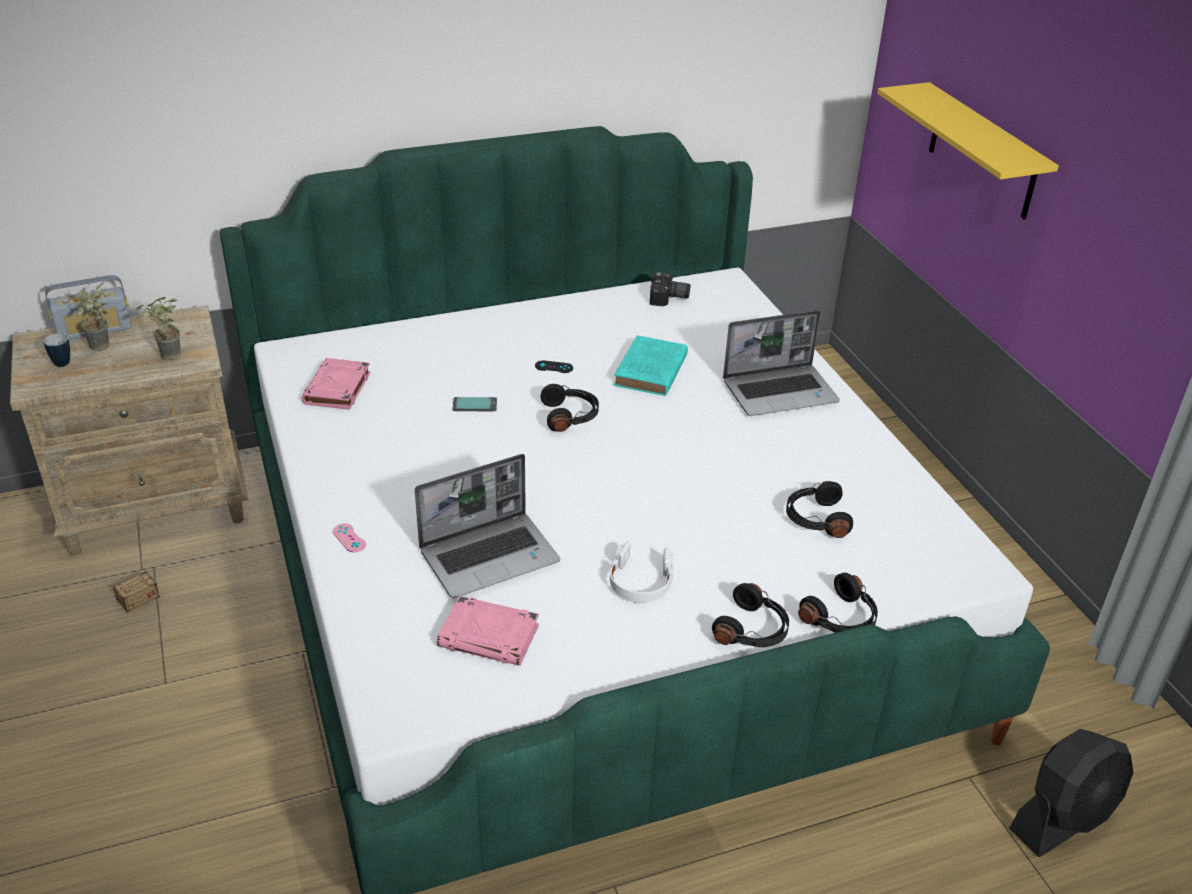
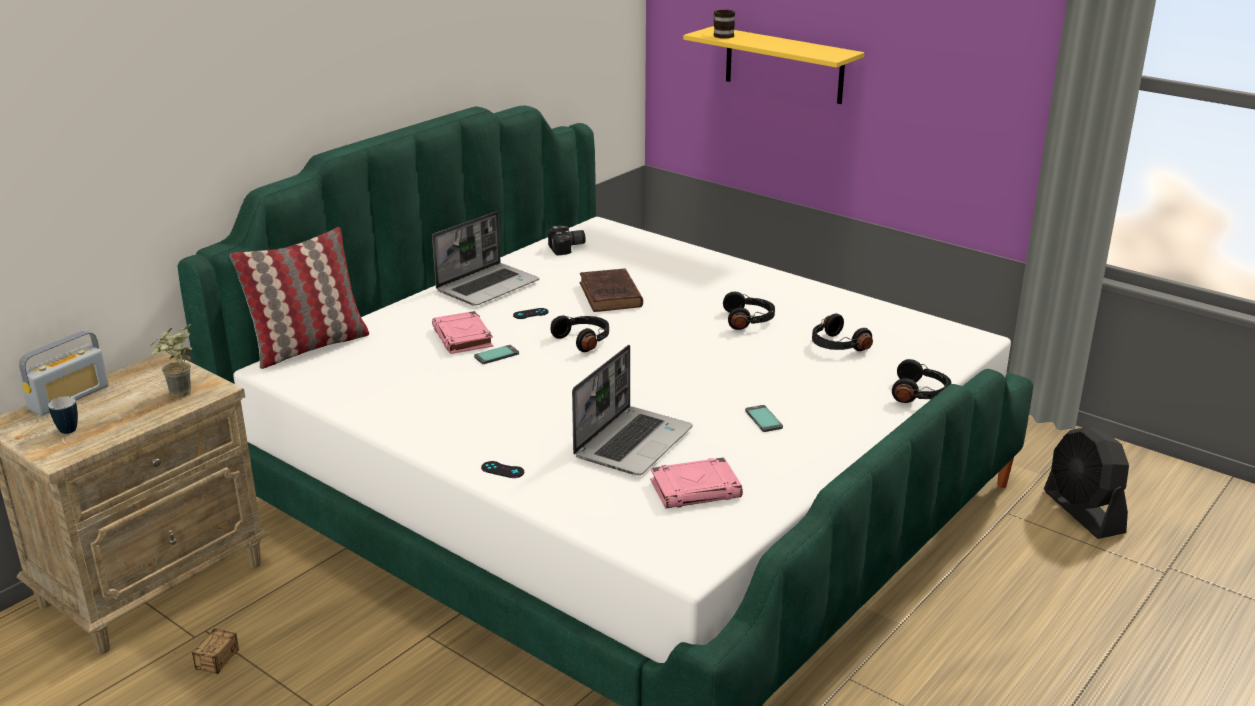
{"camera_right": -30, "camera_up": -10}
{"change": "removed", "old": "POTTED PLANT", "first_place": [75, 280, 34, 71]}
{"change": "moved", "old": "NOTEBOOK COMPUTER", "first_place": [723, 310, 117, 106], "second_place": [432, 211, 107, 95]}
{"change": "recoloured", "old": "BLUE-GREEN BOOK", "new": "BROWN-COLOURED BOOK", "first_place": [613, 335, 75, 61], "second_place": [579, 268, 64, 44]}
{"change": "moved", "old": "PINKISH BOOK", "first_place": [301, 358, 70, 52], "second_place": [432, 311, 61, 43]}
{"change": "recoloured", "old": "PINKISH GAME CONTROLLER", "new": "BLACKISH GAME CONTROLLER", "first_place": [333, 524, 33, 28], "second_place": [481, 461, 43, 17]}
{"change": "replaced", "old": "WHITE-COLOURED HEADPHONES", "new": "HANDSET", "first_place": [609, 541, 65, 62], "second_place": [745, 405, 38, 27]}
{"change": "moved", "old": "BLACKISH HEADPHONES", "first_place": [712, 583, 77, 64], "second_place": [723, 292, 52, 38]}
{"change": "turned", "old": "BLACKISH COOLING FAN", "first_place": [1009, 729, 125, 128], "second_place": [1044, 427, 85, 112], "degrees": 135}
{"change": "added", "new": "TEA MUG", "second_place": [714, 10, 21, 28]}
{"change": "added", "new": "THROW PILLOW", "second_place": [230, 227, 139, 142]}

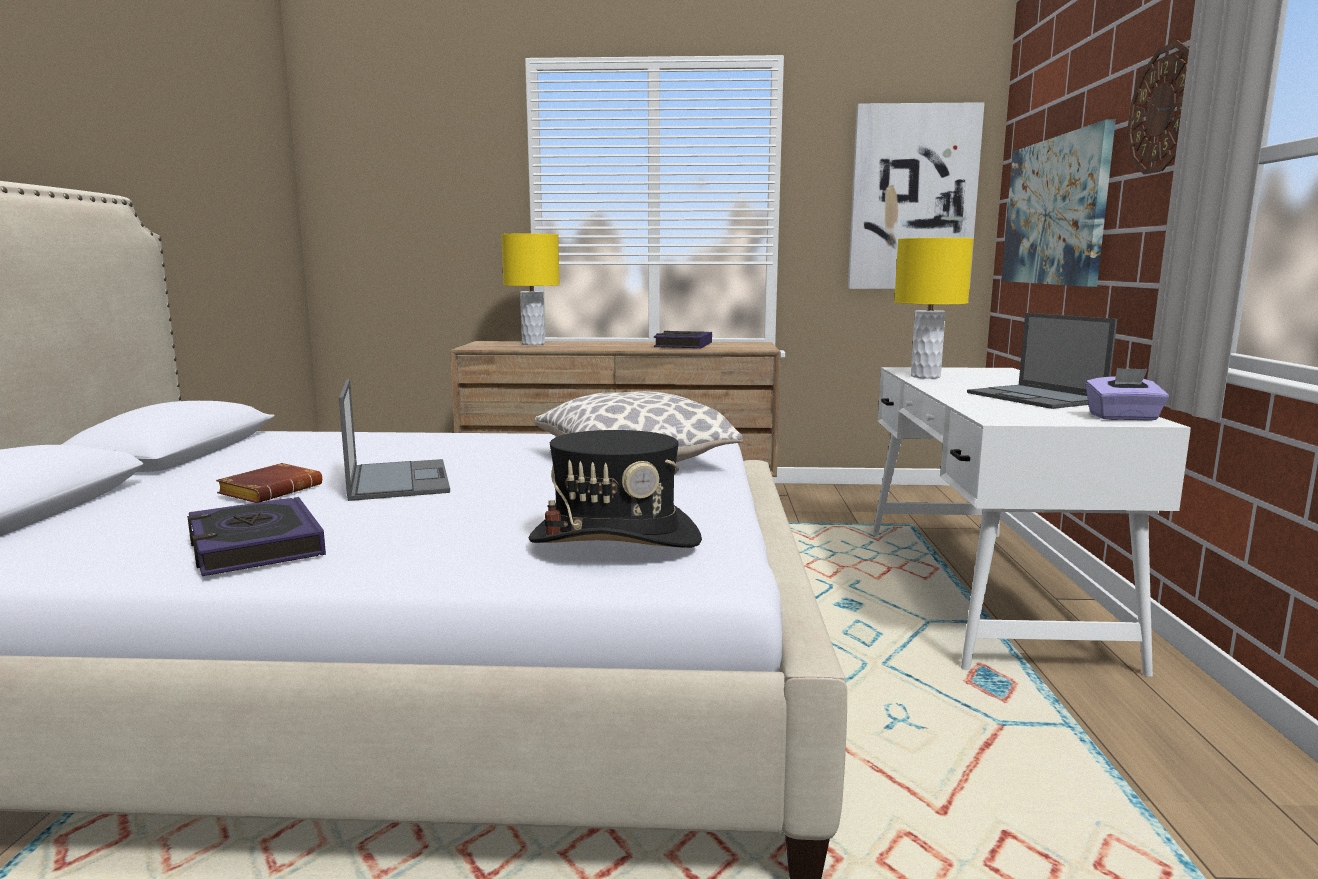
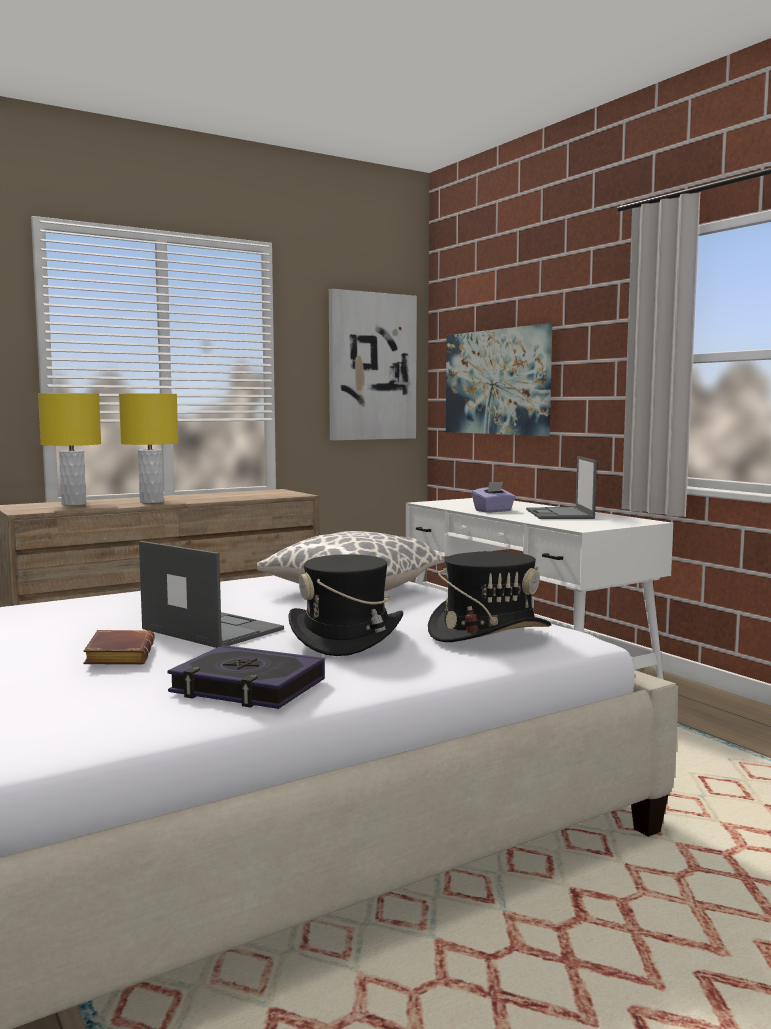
{"camera_right": -35, "camera_up": -5}
{"change": "removed", "old": "WALL CLOCK", "first_place": [1127, 41, 62, 133]}
{"change": "moved", "old": "YELLOWISH TABLETOP LAMP", "first_place": [894, 238, 79, 141], "second_place": [119, 393, 59, 110]}
{"change": "turned", "old": "NOTEBOOK COMPUTER", "first_place": [967, 313, 150, 96], "second_place": [526, 456, 71, 63], "degrees": 60}
{"change": "removed", "old": "BOOK", "first_place": [654, 331, 58, 17]}
{"change": "moved", "old": "PURPLE BOX OF TISSUES", "first_place": [1086, 368, 83, 53], "second_place": [472, 482, 43, 31]}
{"change": "added", "new": "BLACKISH HAT", "second_place": [288, 554, 115, 102]}

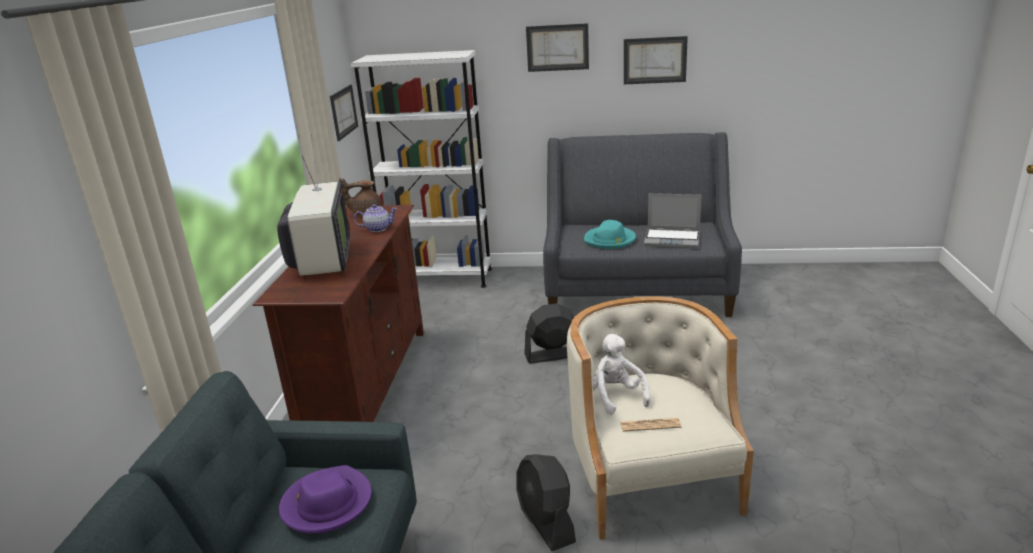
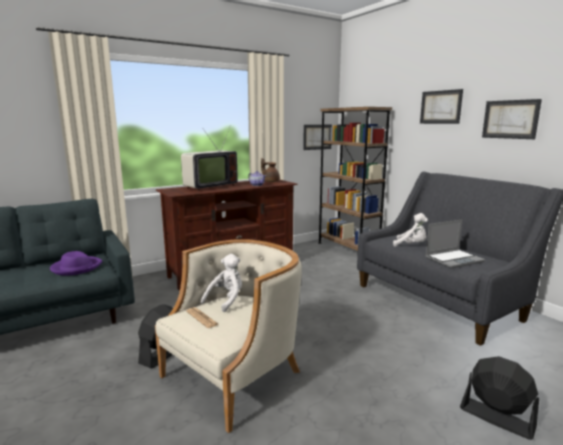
{"camera_right": 50, "camera_up": -10}
{"change": "recoloured", "old": "WHITE-COLOURED BOOKCASE", "new": "BROWN-COLOURED BOOKCASE", "first_place": [351, 50, 141, 238], "second_place": [318, 107, 74, 144]}
{"change": "turned", "old": "NOTEBOOK COMPUTER", "first_place": [644, 193, 58, 55], "second_place": [425, 220, 60, 49], "degrees": -90}
{"change": "replaced", "old": "BLUE-GREEN HAT", "new": "WHITE-COLOURED SOFT TOY", "first_place": [584, 220, 52, 29], "second_place": [393, 213, 35, 34]}
{"change": "moved", "old": "BLACKISH COOLING FAN", "first_place": [524, 303, 50, 61], "second_place": [460, 356, 79, 84]}

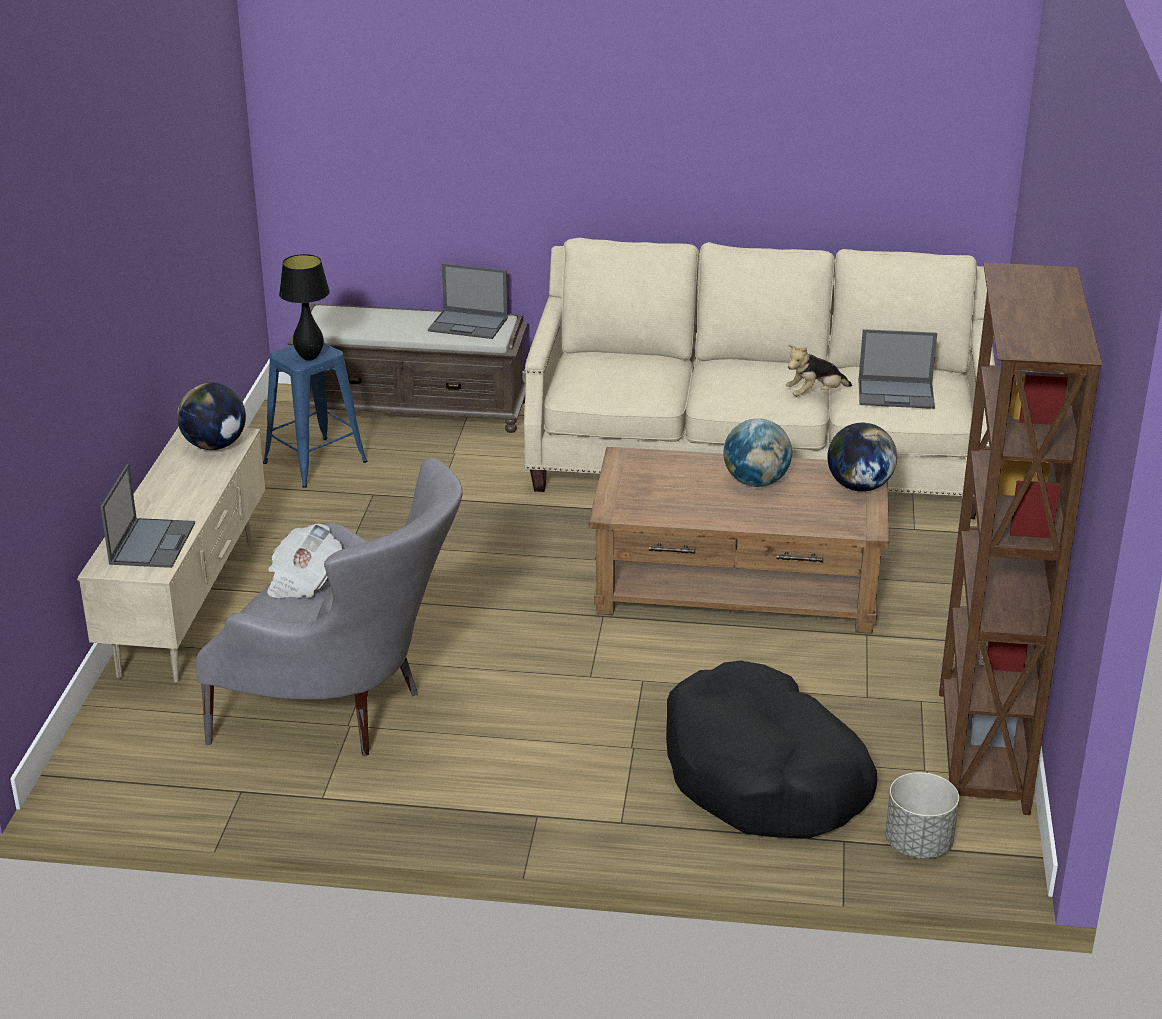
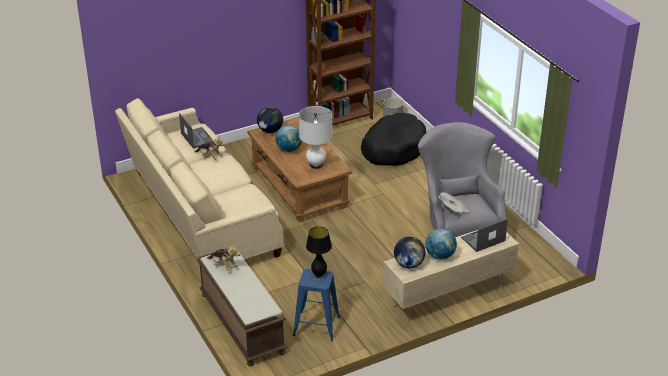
{"camera_right": -125, "camera_up": 5}
{"change": "replaced", "old": "NOTEBOOK COMPUTER", "new": "SOFT TOY", "first_place": [428, 263, 80, 76], "second_place": [207, 243, 33, 28]}
{"change": "added", "new": "WHITE-COLOURED TABLETOP LAMP", "second_place": [299, 106, 33, 63]}
{"change": "added", "new": "GLOBE", "second_place": [425, 229, 32, 31]}

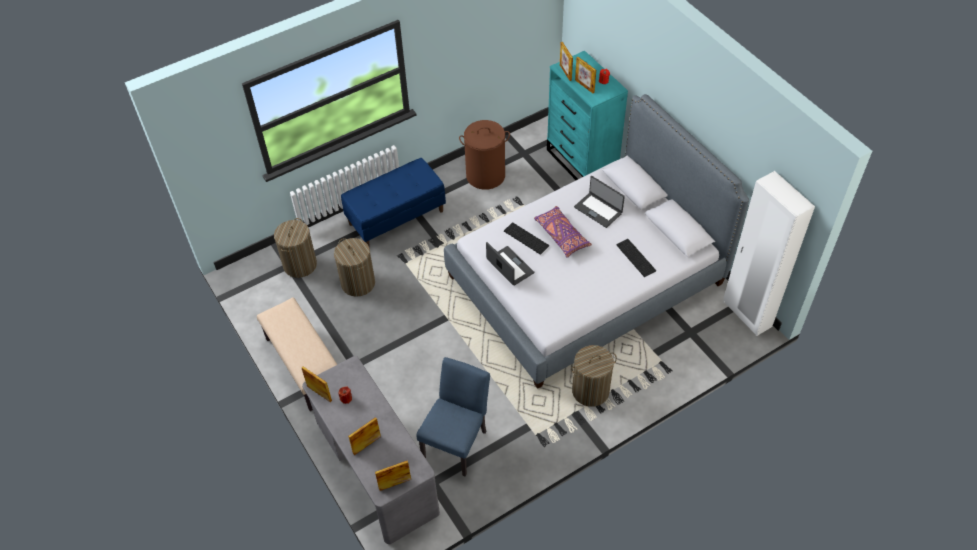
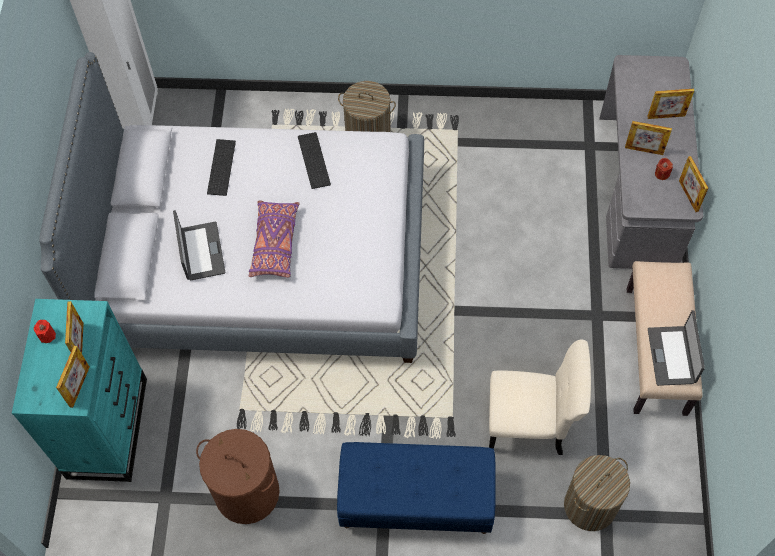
{"camera_right": -145, "camera_up": 10}
{"change": "moved", "old": "KEYBOARD", "first_place": [504, 222, 45, 33], "second_place": [298, 132, 33, 57]}
{"change": "replaced", "old": "LAUNDRY BASKET", "new": "BEIGE-COLOURED CHAIR", "first_place": [334, 238, 41, 59], "second_place": [489, 339, 102, 116]}
{"change": "moved", "old": "NOTEBOOK COMPUTER", "first_place": [486, 242, 48, 44], "second_place": [648, 310, 57, 76]}
{"change": "removed", "old": "BLUISH CHAIR", "first_place": [416, 357, 74, 120]}
{"change": "moved", "old": "PICTURE FRAME", "first_place": [375, 460, 36, 31], "second_place": [625, 121, 47, 34]}

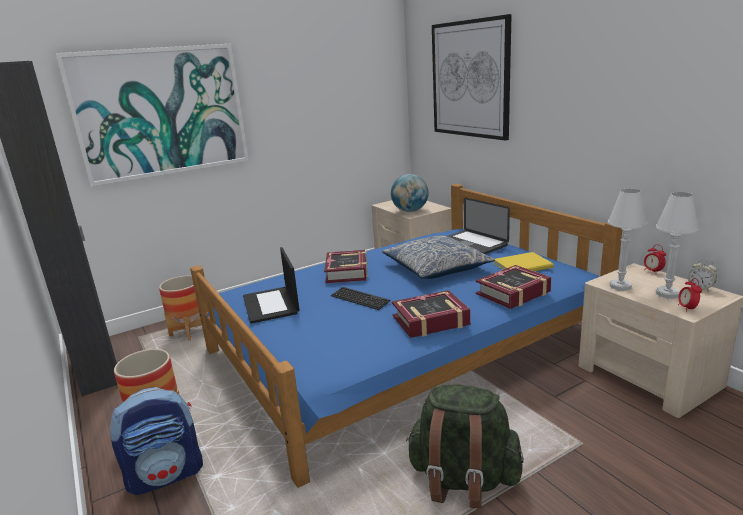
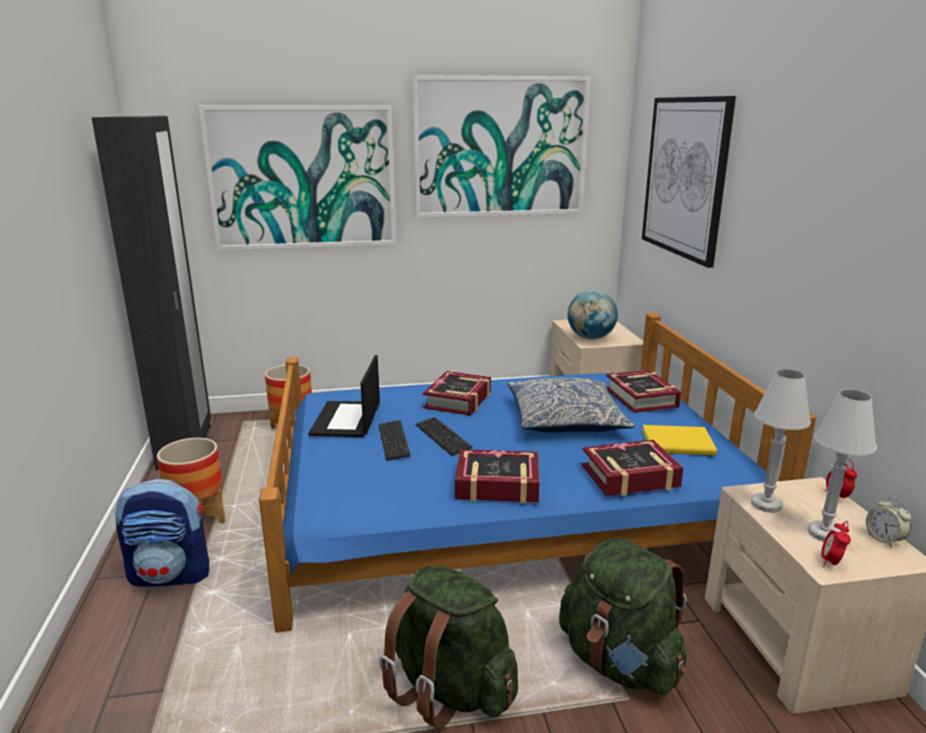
{"camera_right": 20, "camera_up": 0}
{"change": "replaced", "old": "NOTEBOOK COMPUTER", "new": "BOOK", "first_place": [448, 197, 62, 57], "second_place": [606, 370, 75, 43]}
{"change": "added", "new": "PICTURE", "second_place": [412, 75, 179, 143]}
{"change": "added", "new": "KEYBOARD", "second_place": [378, 420, 33, 41]}
{"change": "added", "new": "GREEN-COLOURED BACKPACK", "second_place": [559, 538, 128, 157]}

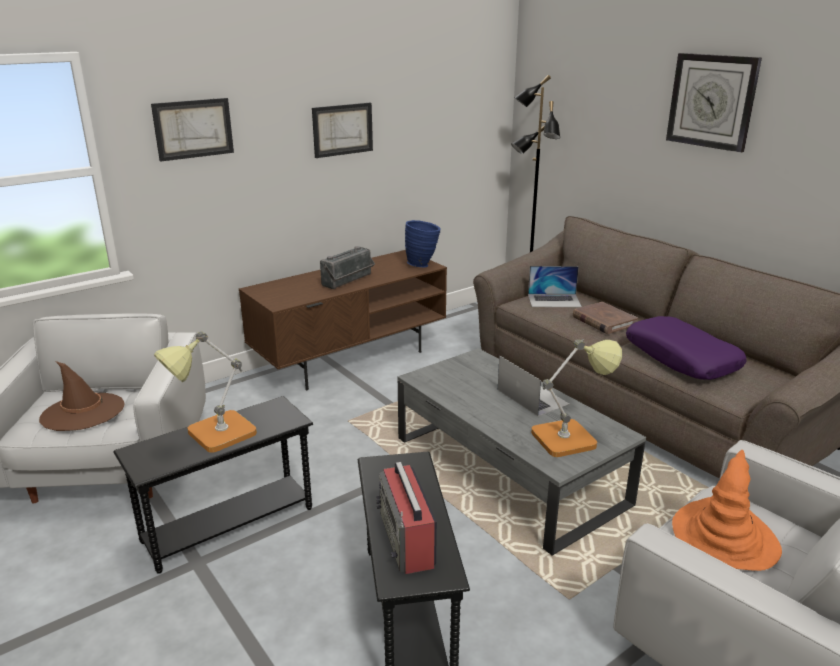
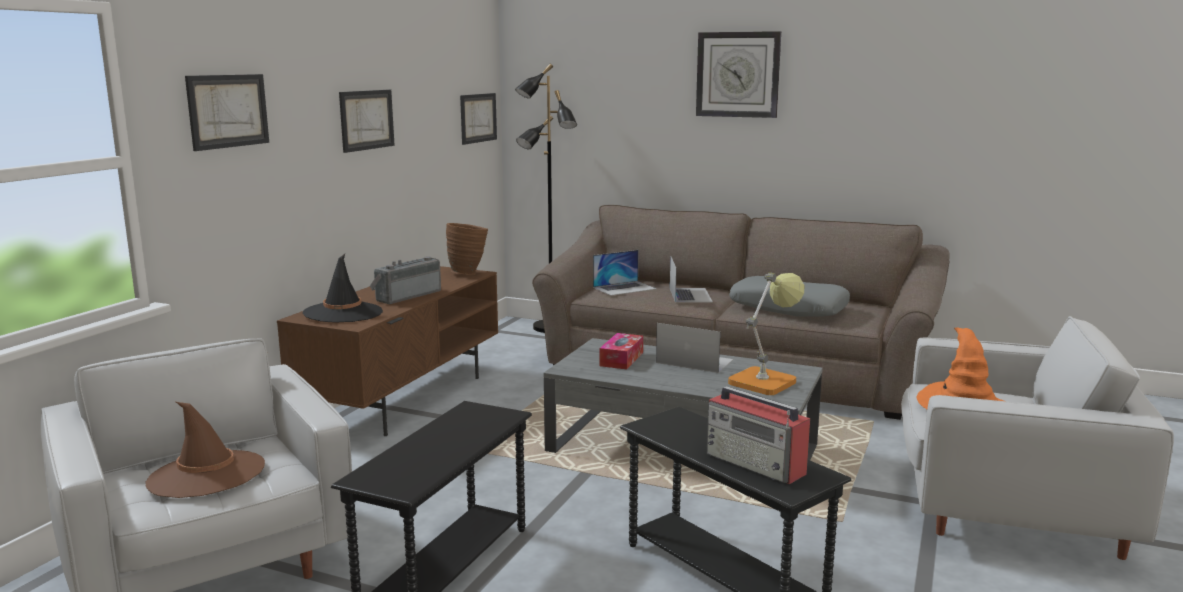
{"camera_right": -30, "camera_up": -10}
{"change": "recoloured", "old": "BLUISH FLOWER VASE", "new": "BROWN-COLOURED FLOWER VASE", "first_place": [405, 220, 36, 48], "second_place": [446, 223, 42, 52]}
{"change": "turned", "old": "RADIO", "first_place": [320, 246, 55, 43], "second_place": [370, 256, 71, 48], "degrees": -150}
{"change": "replaced", "old": "BROWN-COLOURED BOOK", "new": "NOTEBOOK COMPUTER", "first_place": [573, 302, 65, 32], "second_place": [670, 256, 43, 47]}
{"change": "recoloured", "old": "PURPLE THROW PILLOW", "new": "GREY THROW PILLOW", "first_place": [626, 316, 121, 64], "second_place": [729, 276, 121, 41]}
{"change": "removed", "old": "TABLETOP LAMP", "first_place": [154, 331, 103, 121]}
{"change": "added", "new": "PICTURE", "second_place": [460, 93, 37, 52]}
{"change": "added", "new": "BLACKISH HAT", "second_place": [303, 254, 80, 69]}
{"change": "added", "new": "BOX OF TISSUES", "second_place": [599, 333, 44, 36]}

